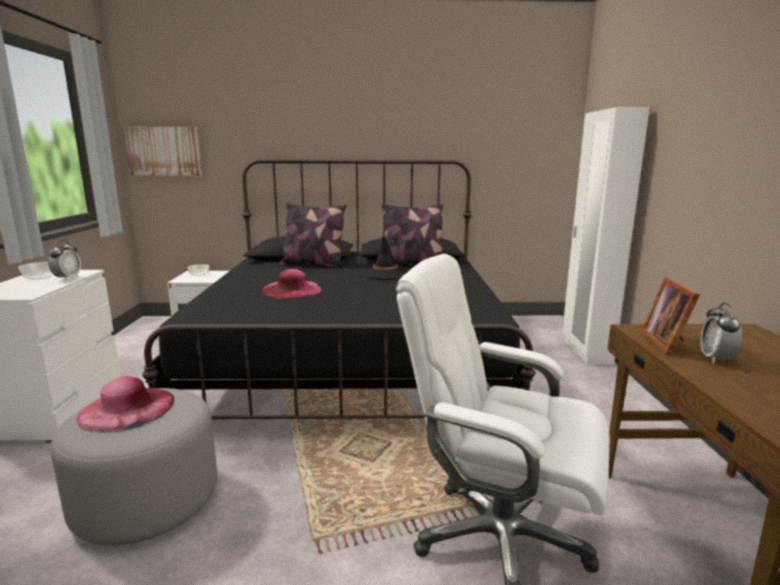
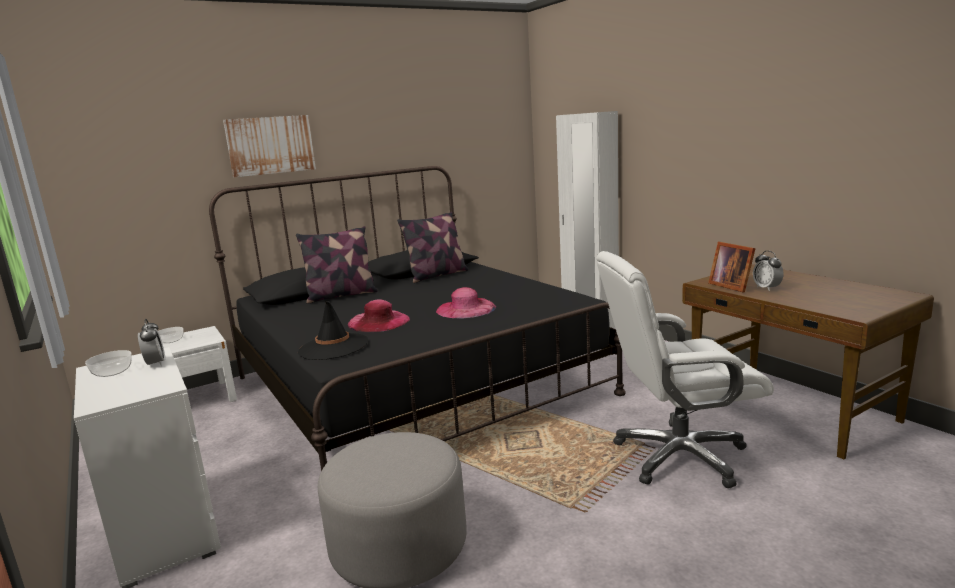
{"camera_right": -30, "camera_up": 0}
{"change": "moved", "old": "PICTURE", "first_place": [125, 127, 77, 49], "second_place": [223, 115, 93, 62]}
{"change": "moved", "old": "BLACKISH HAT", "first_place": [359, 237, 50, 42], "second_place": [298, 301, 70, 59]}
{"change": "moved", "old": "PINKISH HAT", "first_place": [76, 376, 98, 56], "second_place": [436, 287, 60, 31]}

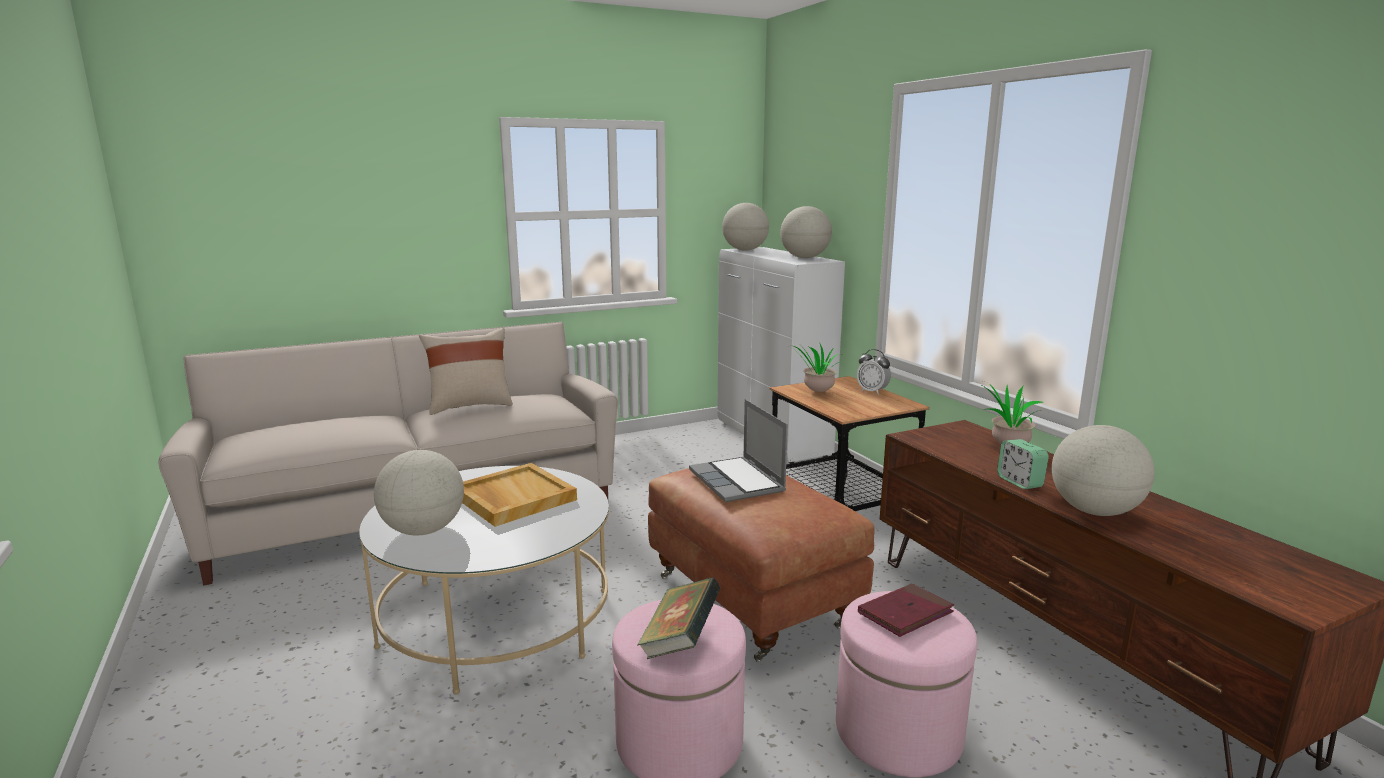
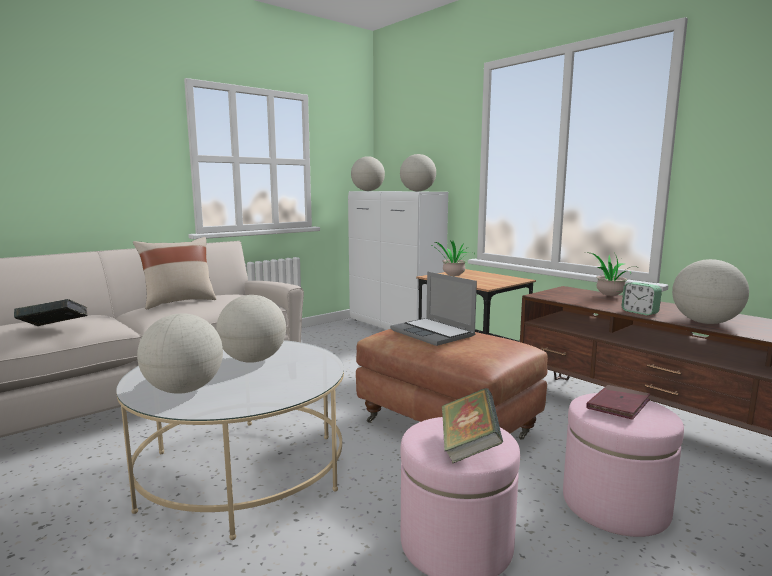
{"camera_right": -15, "camera_up": -5}
{"change": "removed", "old": "TABLE CLOCK", "first_place": [857, 349, 34, 46]}
{"change": "replaced", "old": "BEIGE-COLOURED CARRYING TRAY", "new": "GLOBE", "first_place": [462, 463, 115, 64], "second_place": [216, 295, 70, 68]}
{"change": "added", "new": "BOOK", "second_place": [14, 299, 74, 27]}

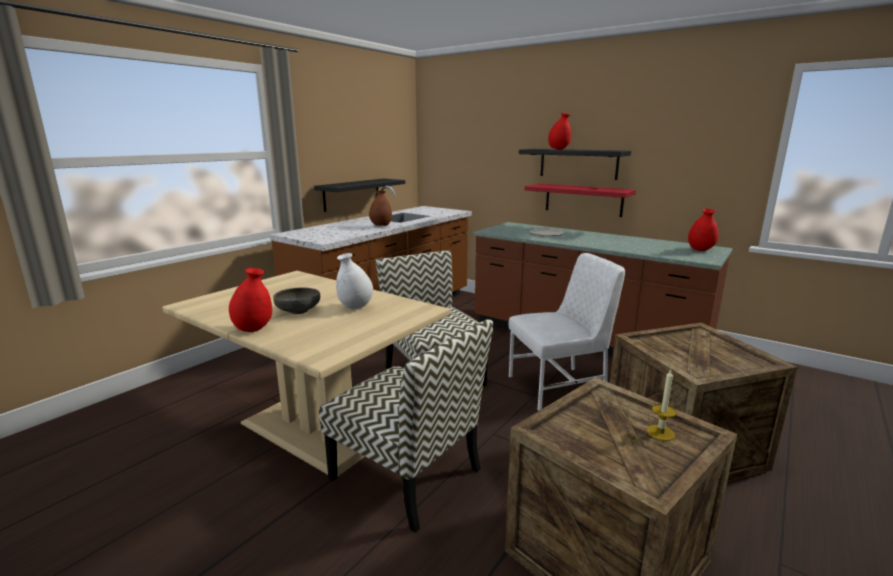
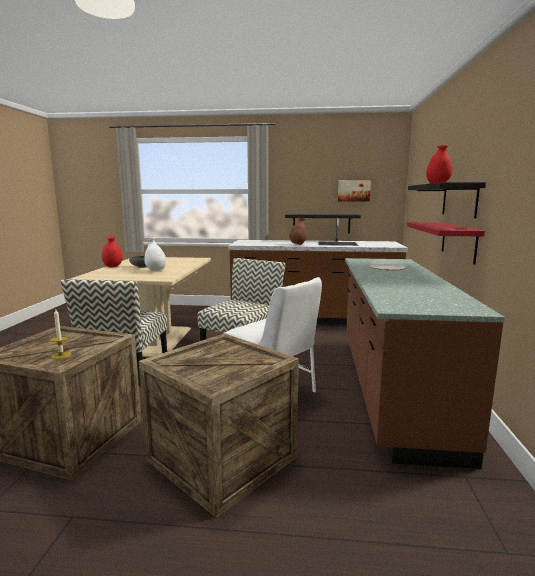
{"camera_right": 60, "camera_up": -5}
{"change": "removed", "old": "RED-COLOURED FLOWER VASE", "first_place": [688, 209, 30, 42]}
{"change": "added", "new": "PICTURE", "second_place": [338, 180, 33, 21]}

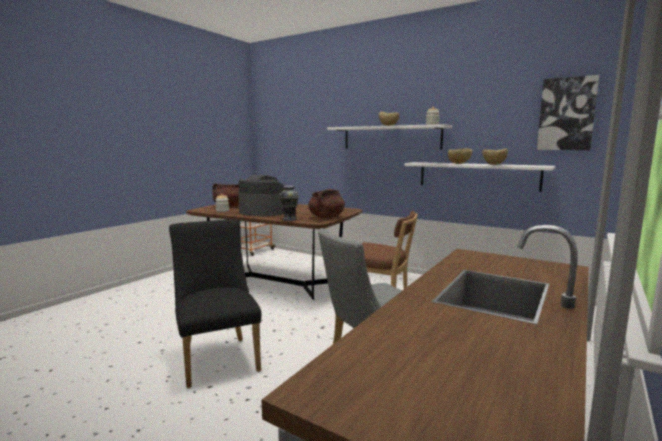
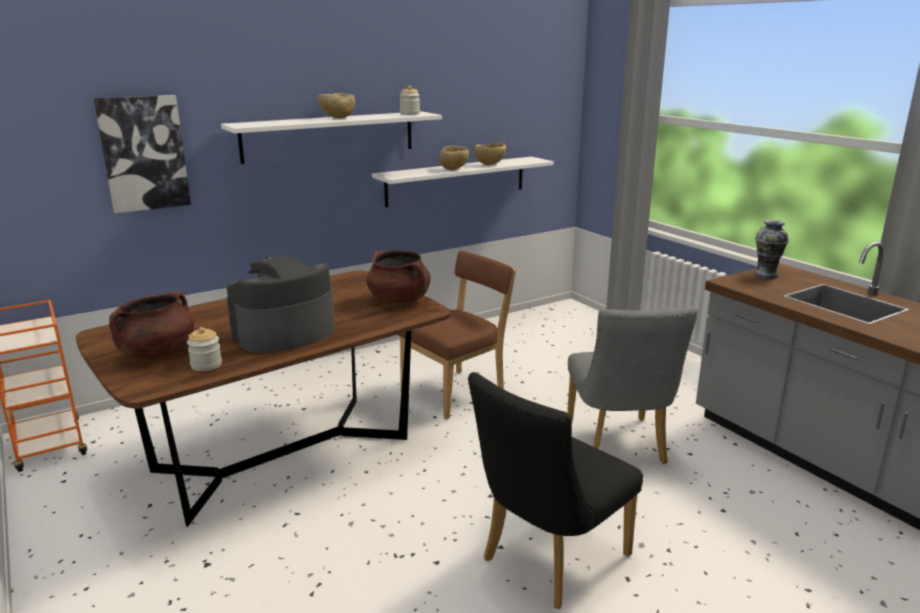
{"camera_right": -65, "camera_up": 10}
{"change": "moved", "old": "PICTURE", "first_place": [537, 75, 62, 75], "second_place": [94, 95, 97, 118]}
{"change": "moved", "old": "FLOWER VASE", "first_place": [279, 186, 20, 35], "second_place": [754, 220, 35, 59]}
{"change": "turned", "old": "BLACKISH CHAIR", "first_place": [169, 219, 92, 169], "second_place": [468, 372, 175, 237], "degrees": -45}

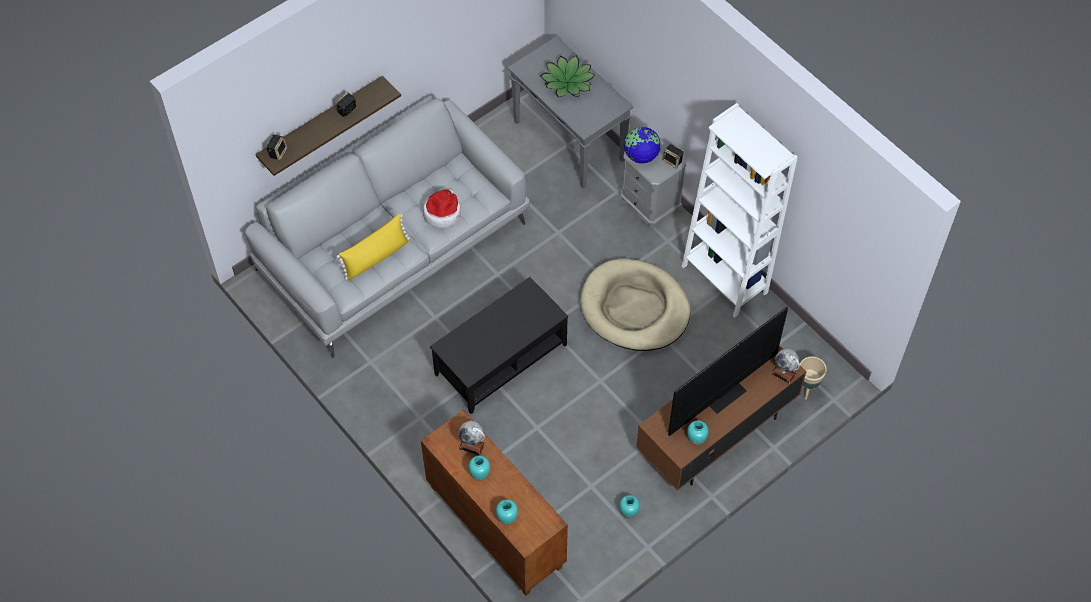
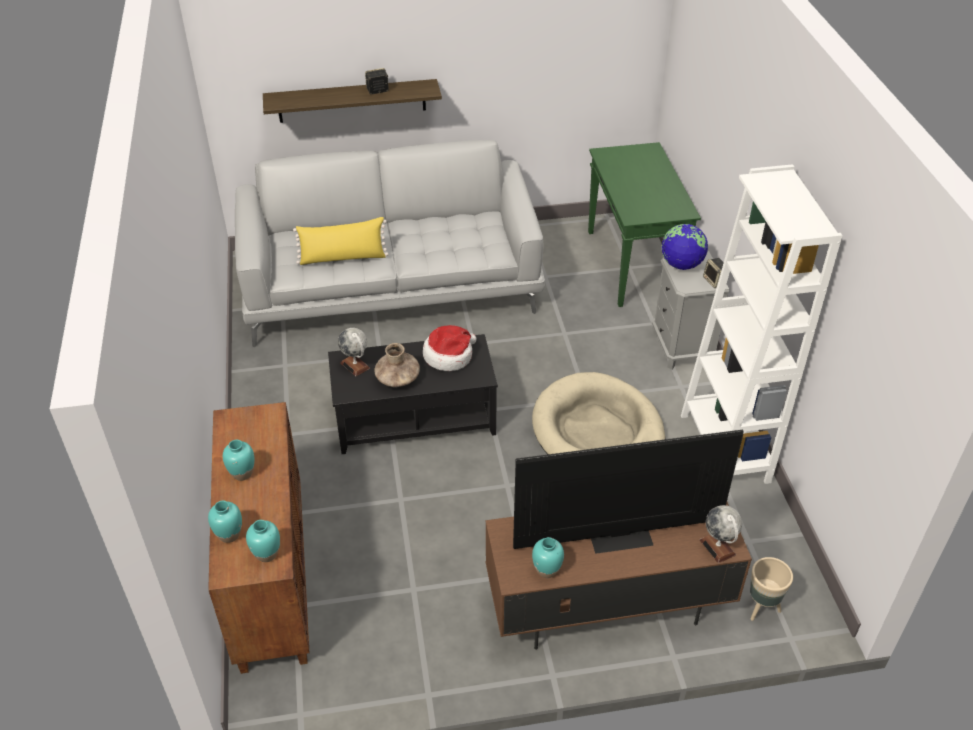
{"camera_right": 30, "camera_up": -15}
{"change": "recoloured", "old": "GREY NARROW TABLE", "new": "GREEN-COLOURED NARROW TABLE", "first_place": [508, 36, 126, 153], "second_place": [588, 142, 113, 165]}
{"change": "removed", "old": "POTTED PLANT", "first_place": [540, 55, 55, 42]}
{"change": "removed", "old": "SPEAKER", "first_place": [266, 135, 21, 25]}
{"change": "moved", "old": "HAT", "first_place": [423, 189, 38, 39], "second_place": [423, 325, 54, 46]}
{"change": "moved", "old": "GLOBE", "first_place": [458, 421, 27, 34], "second_place": [338, 328, 32, 48]}
{"change": "moved", "old": "BLUE-GREEN FLOWER VASE", "first_place": [619, 495, 21, 24], "second_place": [246, 520, 34, 42]}
{"change": "added", "new": "BROWN-COLOURED FLOWER VASE", "second_place": [374, 343, 46, 44]}

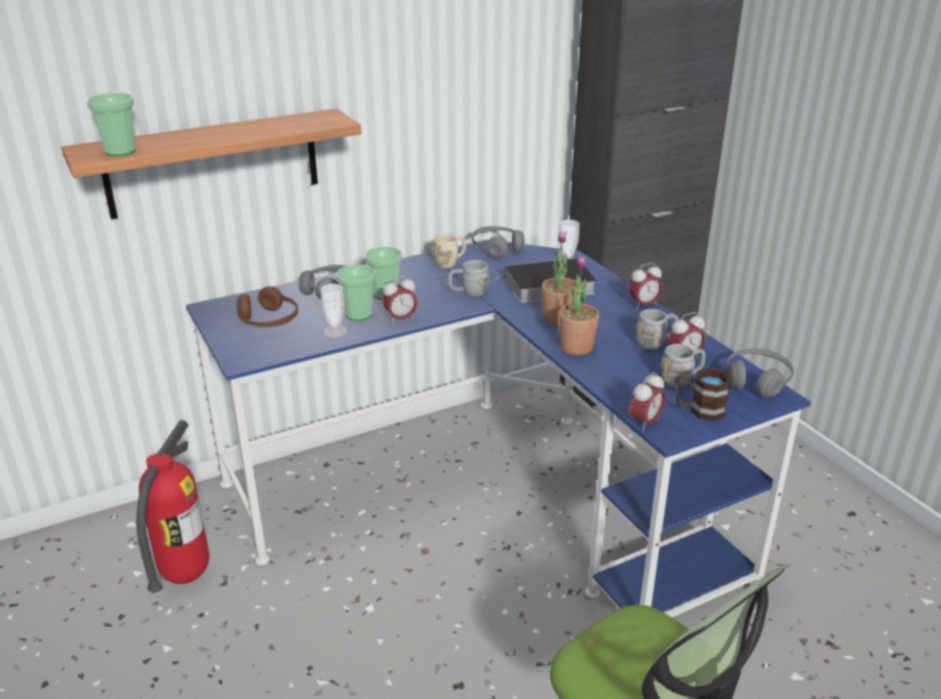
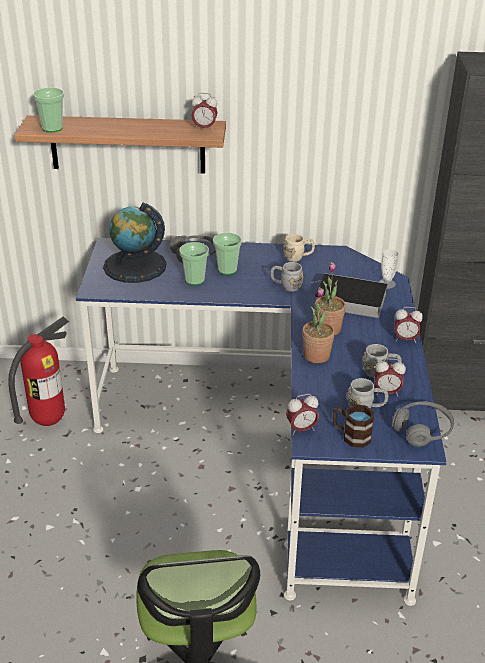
{"camera_right": 30, "camera_up": 5}
{"change": "removed", "old": "GREY HEADPHONES", "first_place": [471, 226, 54, 32]}
{"change": "moved", "old": "TABLE CLOCK", "first_place": [383, 276, 35, 48], "second_place": [191, 93, 26, 38]}
{"change": "removed", "old": "CUP", "first_place": [320, 284, 27, 54]}
{"change": "replaced", "old": "BROWN-COLOURED HEADPHONES", "new": "GLOBE", "first_place": [237, 286, 61, 41], "second_place": [103, 203, 64, 80]}

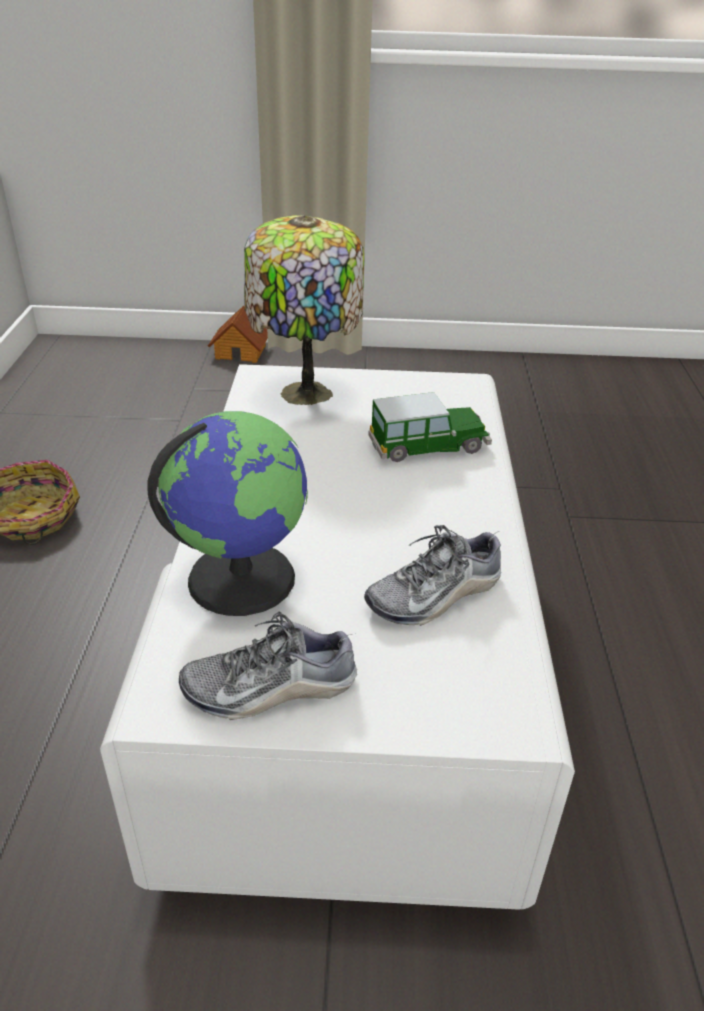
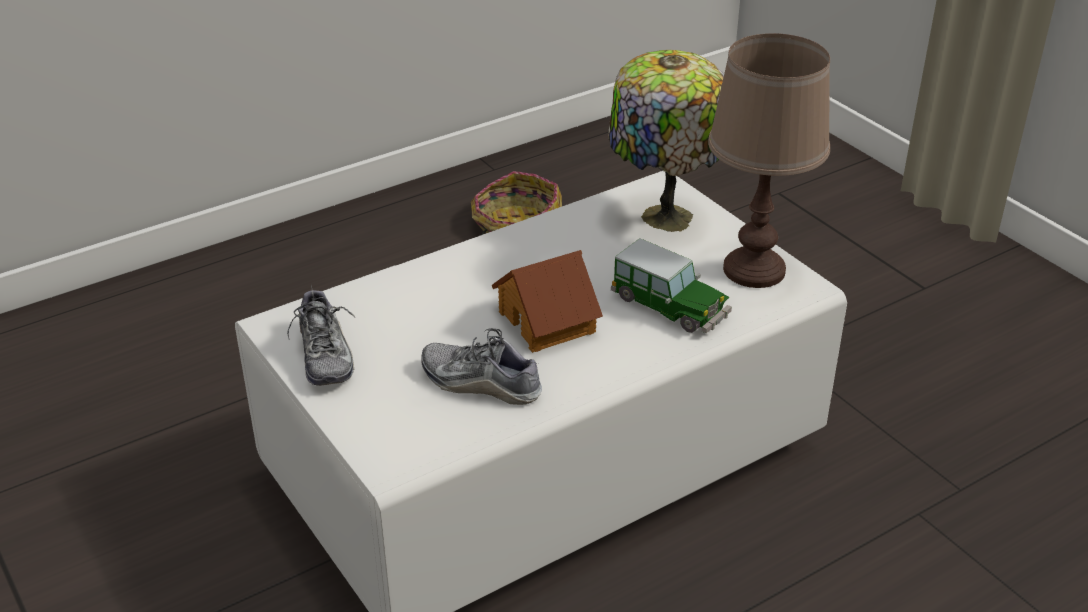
{"camera_right": 55, "camera_up": 0}
{"change": "moved", "old": "MODEL HOUSE", "first_place": [208, 306, 60, 57], "second_place": [492, 250, 111, 103]}
{"change": "removed", "old": "GLOBE", "first_place": [147, 411, 161, 205]}
{"change": "turned", "old": "SHOE", "first_place": [179, 611, 178, 109], "second_place": [287, 285, 68, 101], "degrees": -150}
{"change": "added", "new": "BROWN-COLOURED TABLETOP LAMP", "second_place": [708, 33, 122, 255]}

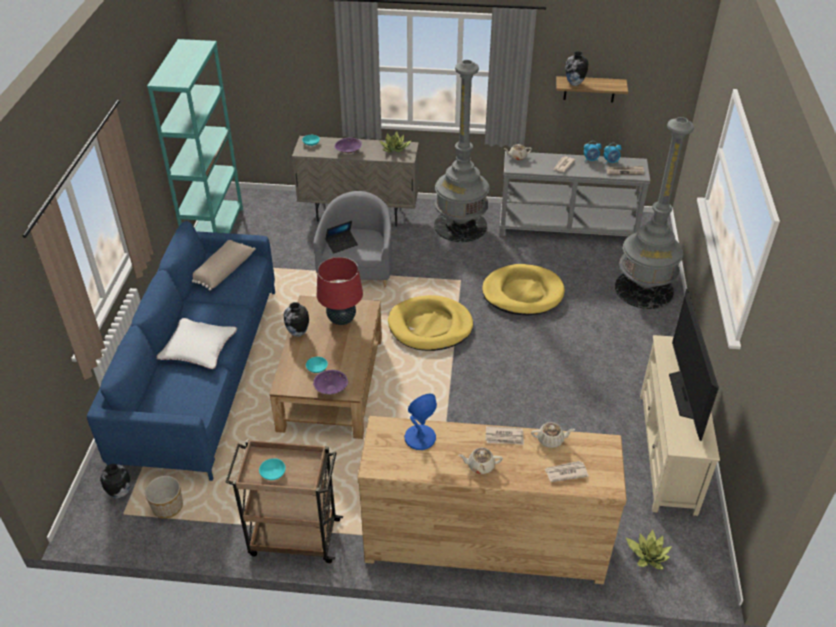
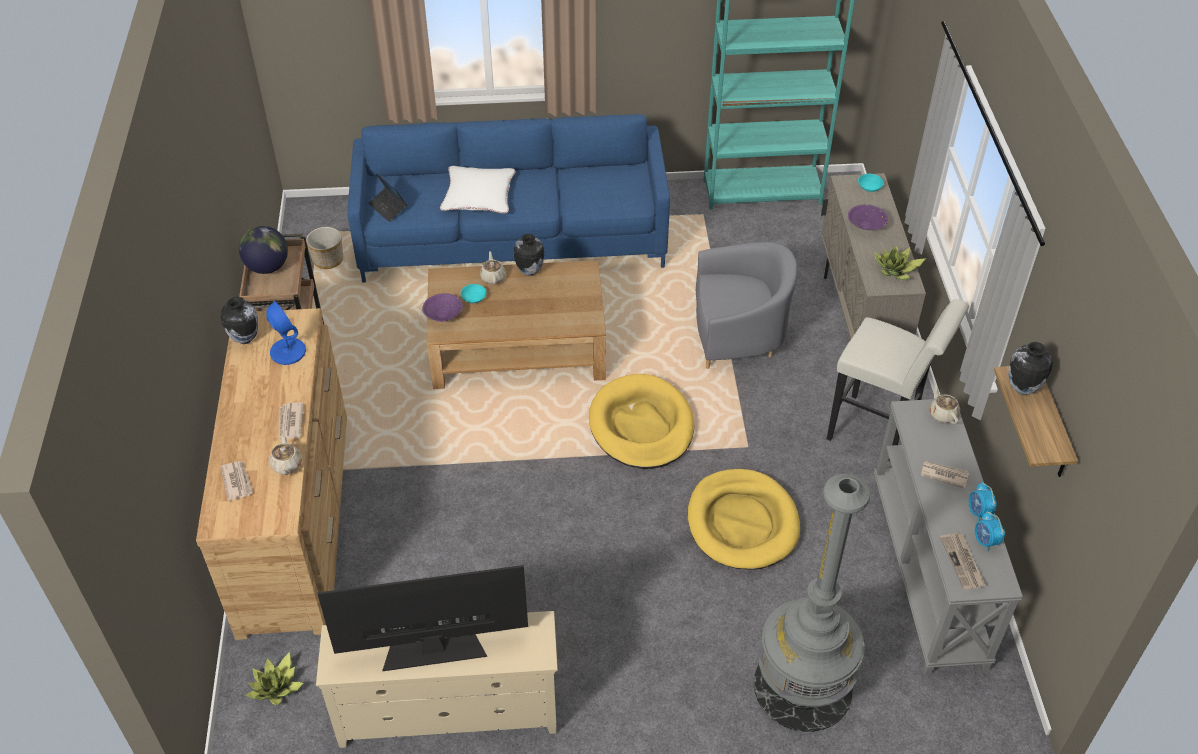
{"camera_right": 80, "camera_up": 5}
{"change": "replaced", "old": "GREY STANDING LAMP", "new": "WHITE-COLOURED STOOL", "first_place": [434, 60, 55, 182], "second_place": [827, 299, 142, 161]}
{"change": "moved", "old": "NOTEBOOK COMPUTER", "first_place": [326, 221, 32, 32], "second_place": [368, 173, 39, 49]}
{"change": "removed", "old": "BEIGE-COLOURED THROW PILLOW", "first_place": [192, 240, 64, 51]}
{"change": "removed", "old": "RED-COLOURED TABLETOP LAMP", "first_place": [317, 257, 46, 68]}
{"change": "moved", "old": "BEIGE-COLOURED TEAPOT", "first_place": [459, 448, 44, 26], "second_place": [480, 251, 26, 33]}
{"change": "replaced", "old": "BLUE-GREEN SERVING BOWL", "new": "GLOBE", "first_place": [259, 458, 27, 22], "second_place": [239, 226, 49, 48]}
{"change": "moved", "old": "FLOWER VASE", "first_place": [100, 464, 31, 34], "second_place": [221, 297, 37, 47]}

